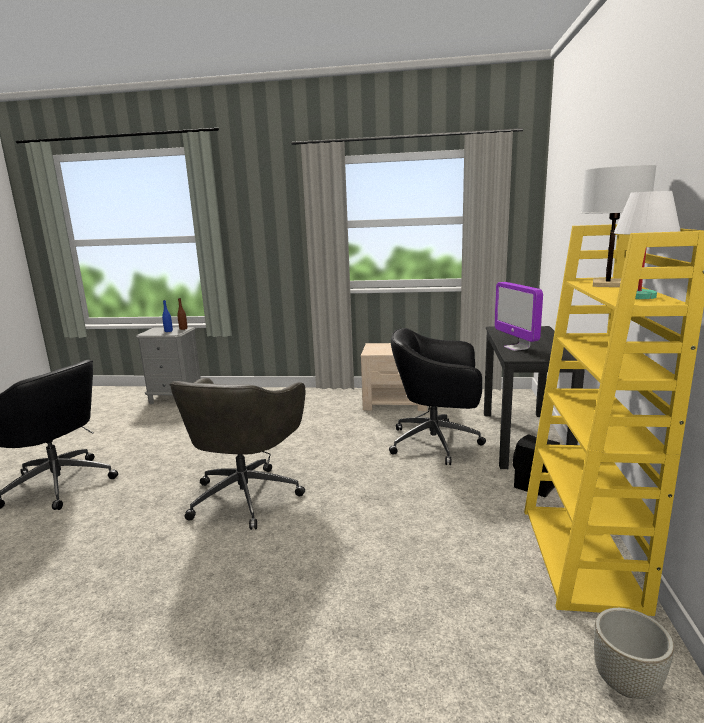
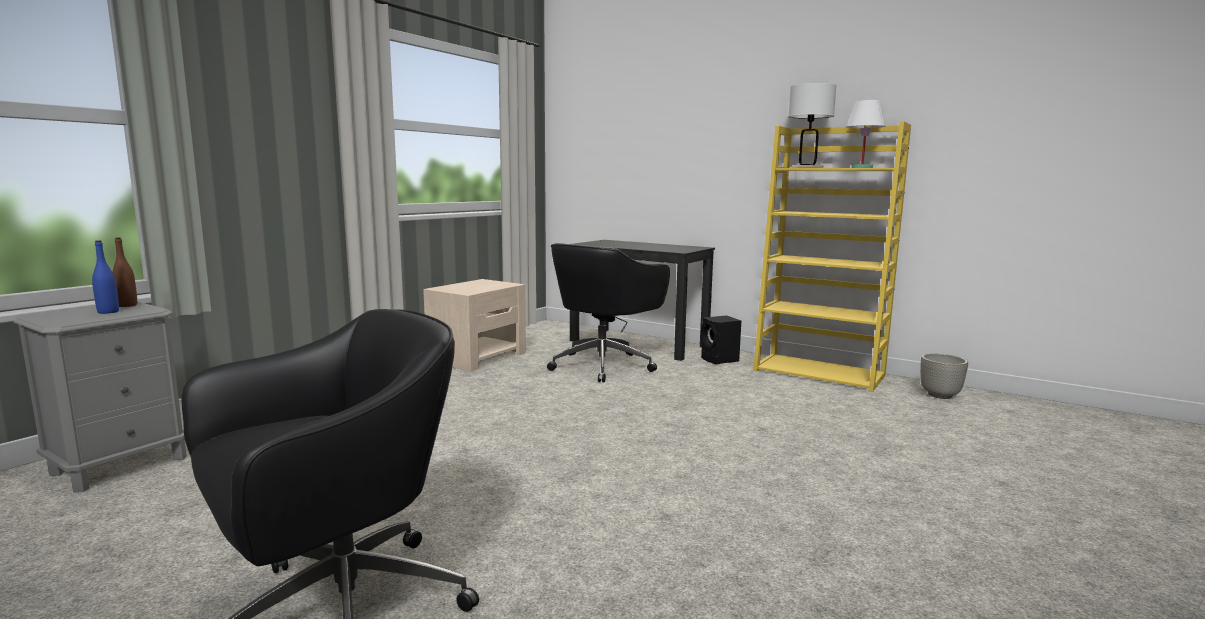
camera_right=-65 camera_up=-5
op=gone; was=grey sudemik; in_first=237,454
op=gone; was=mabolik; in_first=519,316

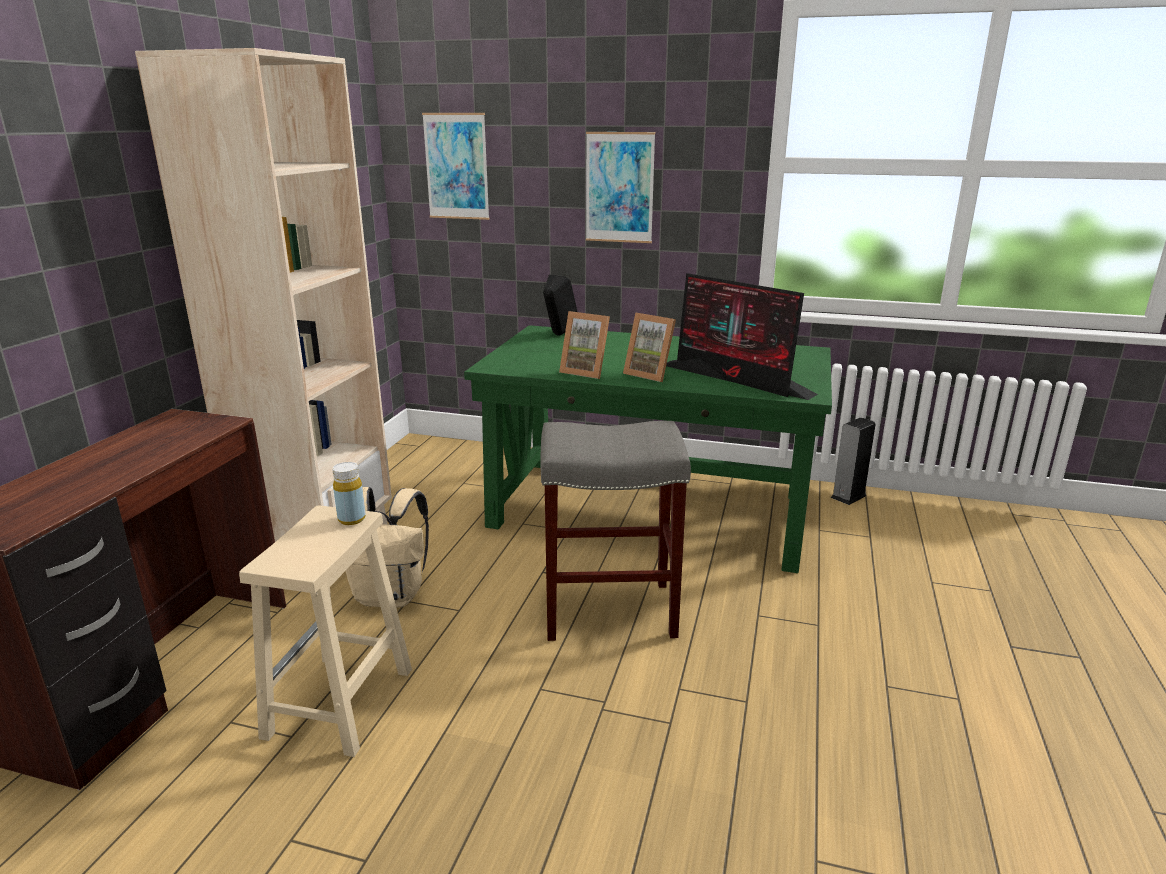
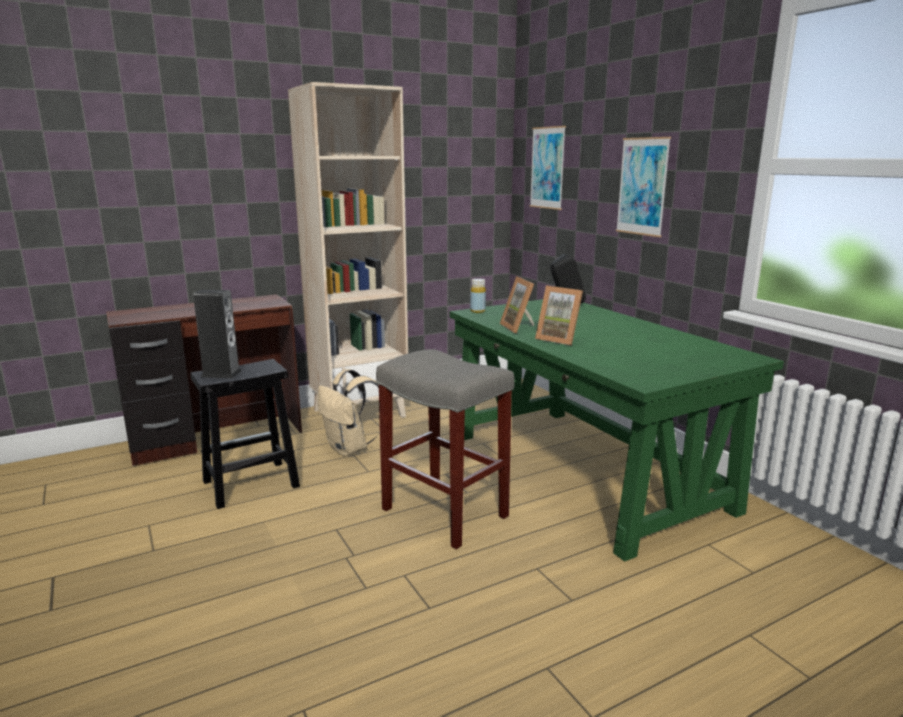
camera_right=45 camera_up=-5
op=repainted; was=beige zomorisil; now=black zomorisil; in_first=325,631; in_second=245,434
op=shifted; was=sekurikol; in_first=853,461; in_second=217,334
op=shifted; was=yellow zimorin; in_first=349,493; in_second=478,296
op=rotated; was=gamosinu; in_first=649,347; in_second=559,316; clockwise=-45
op=gone; was=mabolik; in_first=742,336

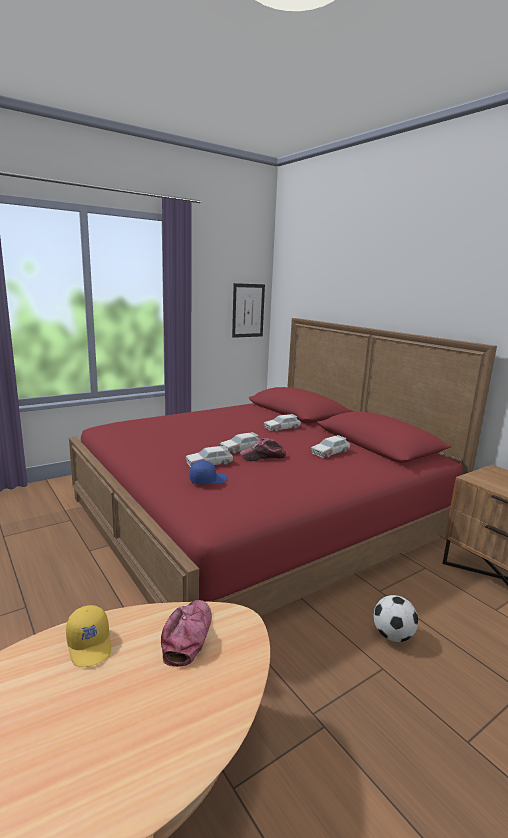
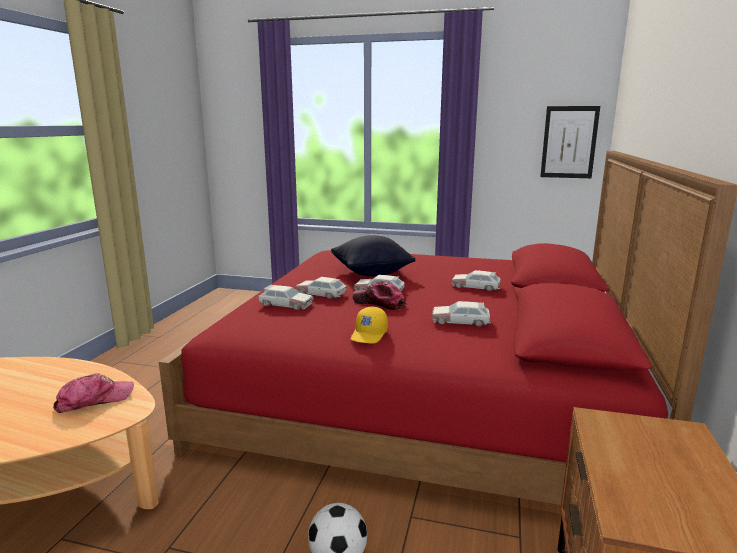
camera_right=50 camera_up=0
op=swapped; was=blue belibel; now=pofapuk; in_first=208,472; in_second=286,297
op=new; now=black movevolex; in_second=373,255
op=shifted; was=yellow belibel; in_first=88,636; in_second=369,325

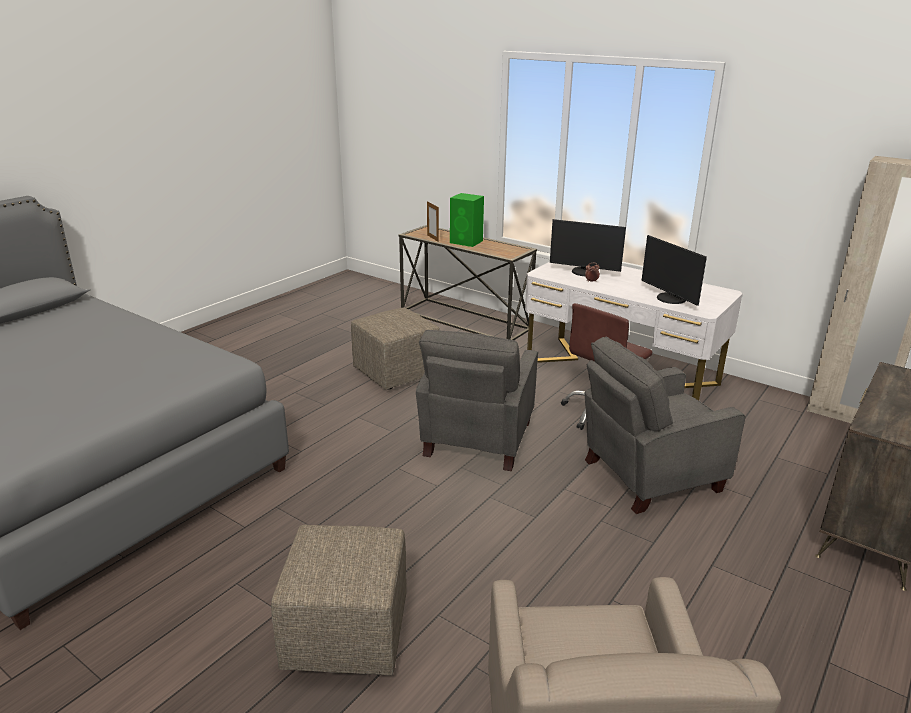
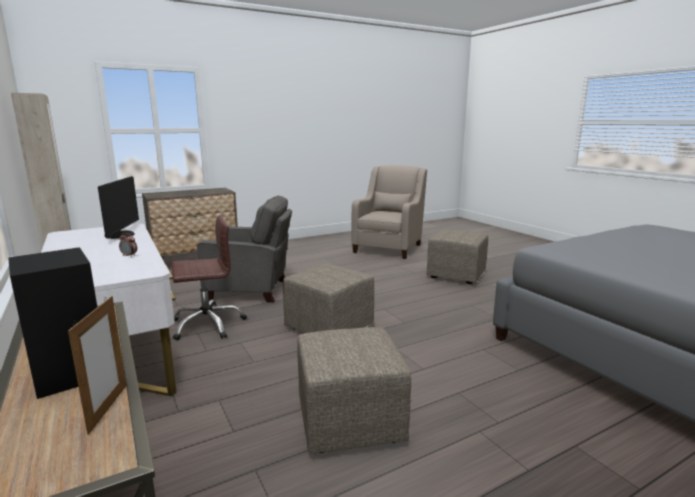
camera_right=-155 camera_up=-10
op=repainted; was=green sekurikol; now=black sekurikol; in_first=467,220; in_second=52,323
op=swapped; was=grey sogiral; now=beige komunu; in_first=477,400; in_second=328,298
op=gone; was=mabolik; in_first=588,247

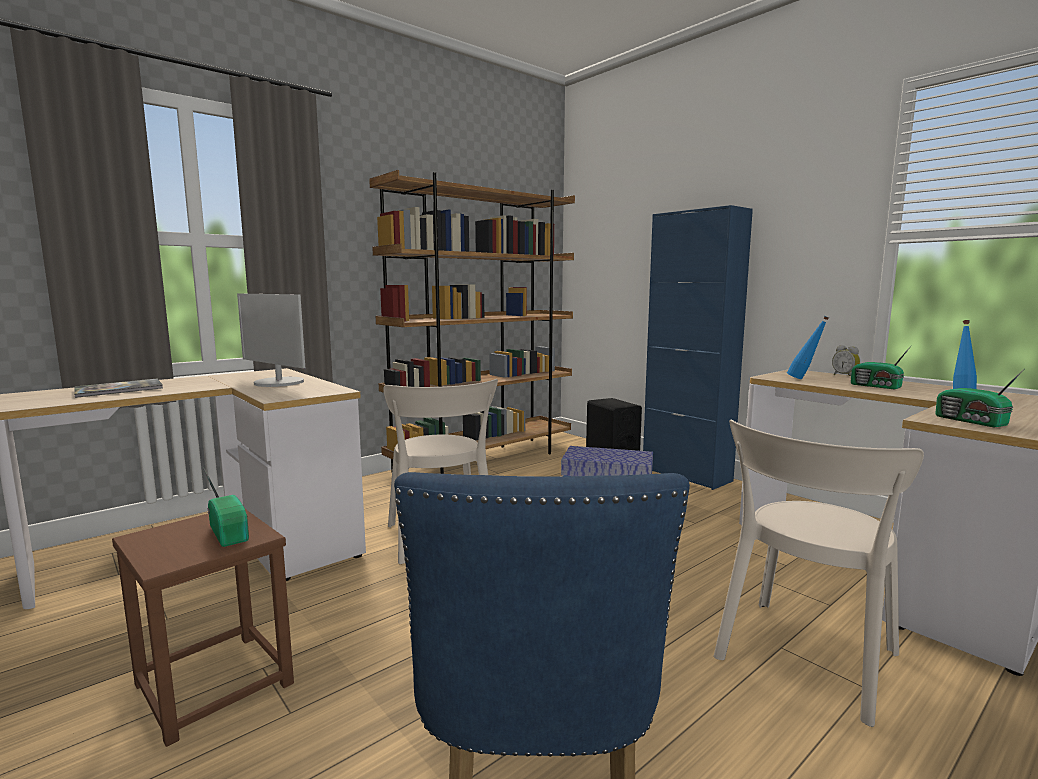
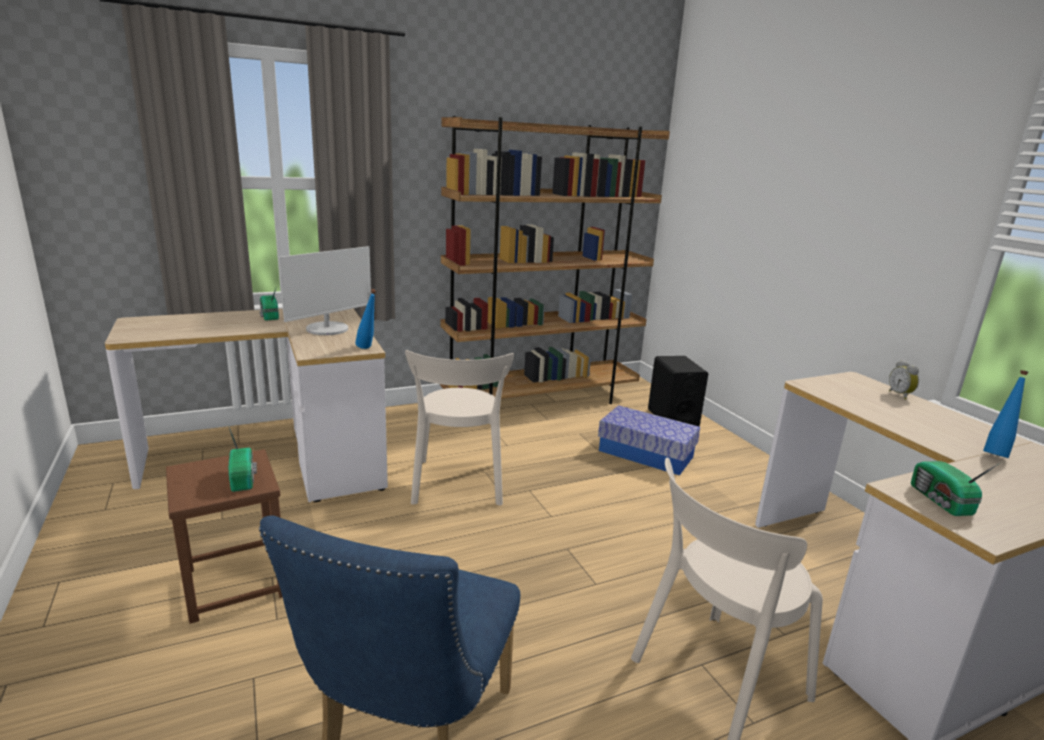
camera_right=15 camera_up=10
op=shifted; was=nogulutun; in_first=881,367; in_second=269,303
op=rotated; was=mabolik; in_first=271,340; in_second=324,290; clockwise=-105
op=shifted; was=blue zimorin; in_first=808,347; in_second=365,319
op=gone; was=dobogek; in_first=118,388
op=gone; was=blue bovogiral; in_first=698,347

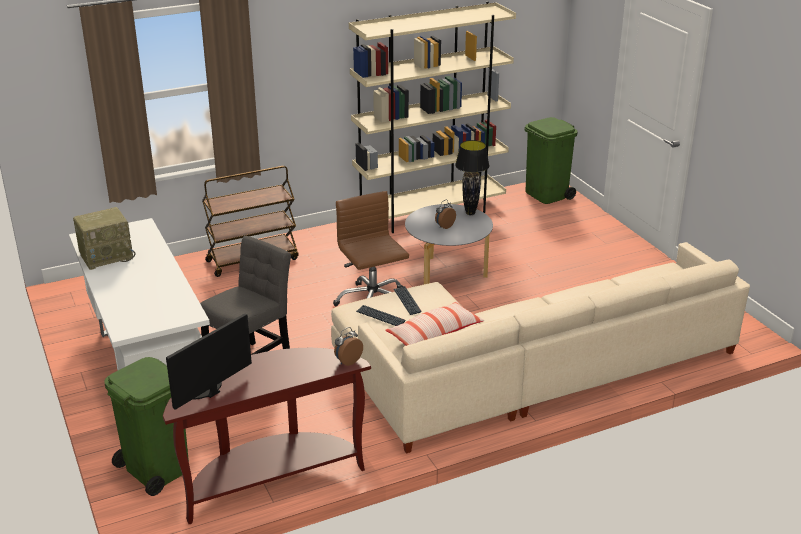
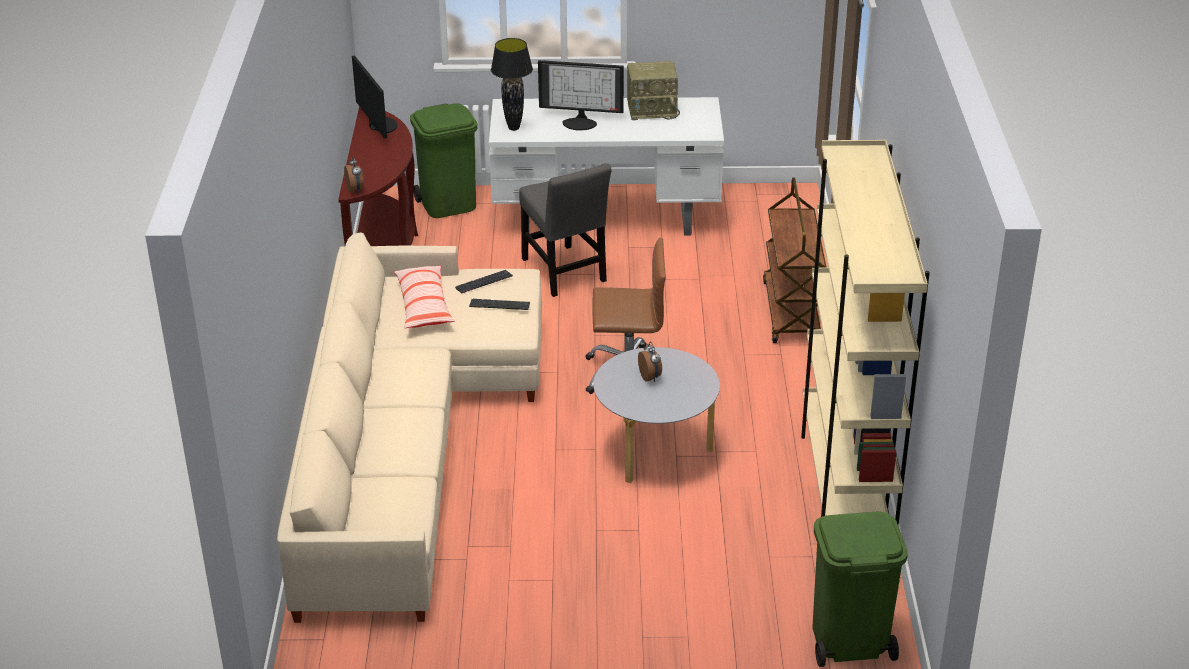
camera_right=115 camera_up=5
op=shifted; was=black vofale; in_first=472,177; in_second=512,84
op=new; now=mabolik; in_second=581,95
op=rotated; was=nogulutun; in_first=104,238; in_second=653,91; clockwise=-90

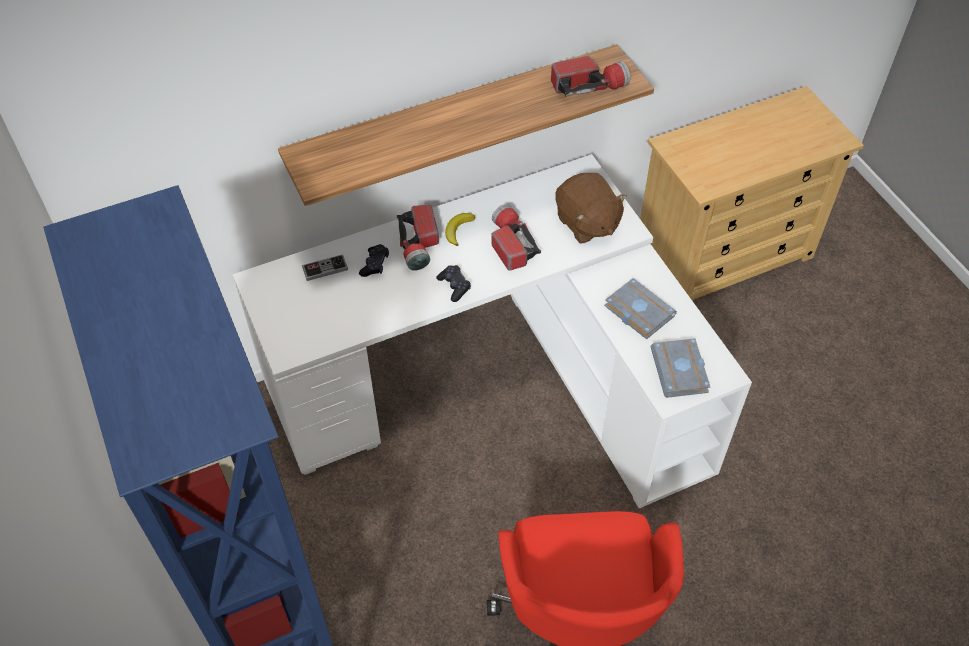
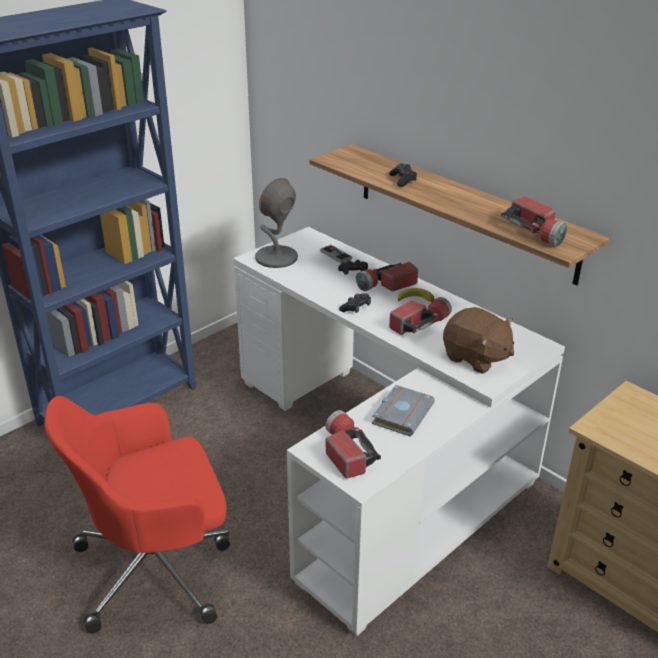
camera_right=70 camera_up=-20
op=new; now=grey vofale; in_second=276,223
op=swapped; was=grey dobogek; now=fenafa; in_first=680,368; in_second=353,444
op=new; now=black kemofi; in_second=403,175
op=rotated; was=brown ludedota; in_first=591,208; in_second=478,340; clockwise=-90

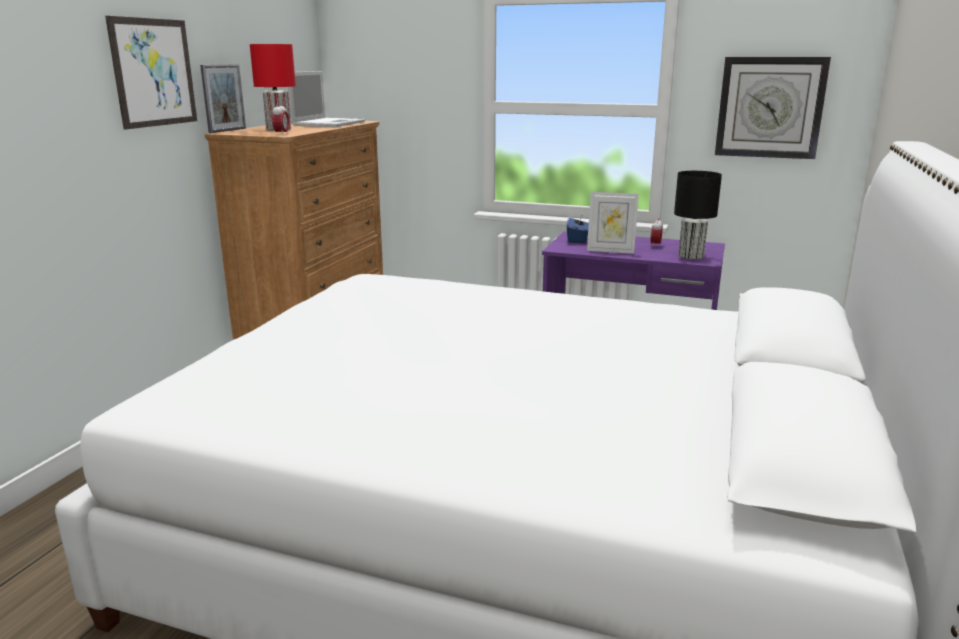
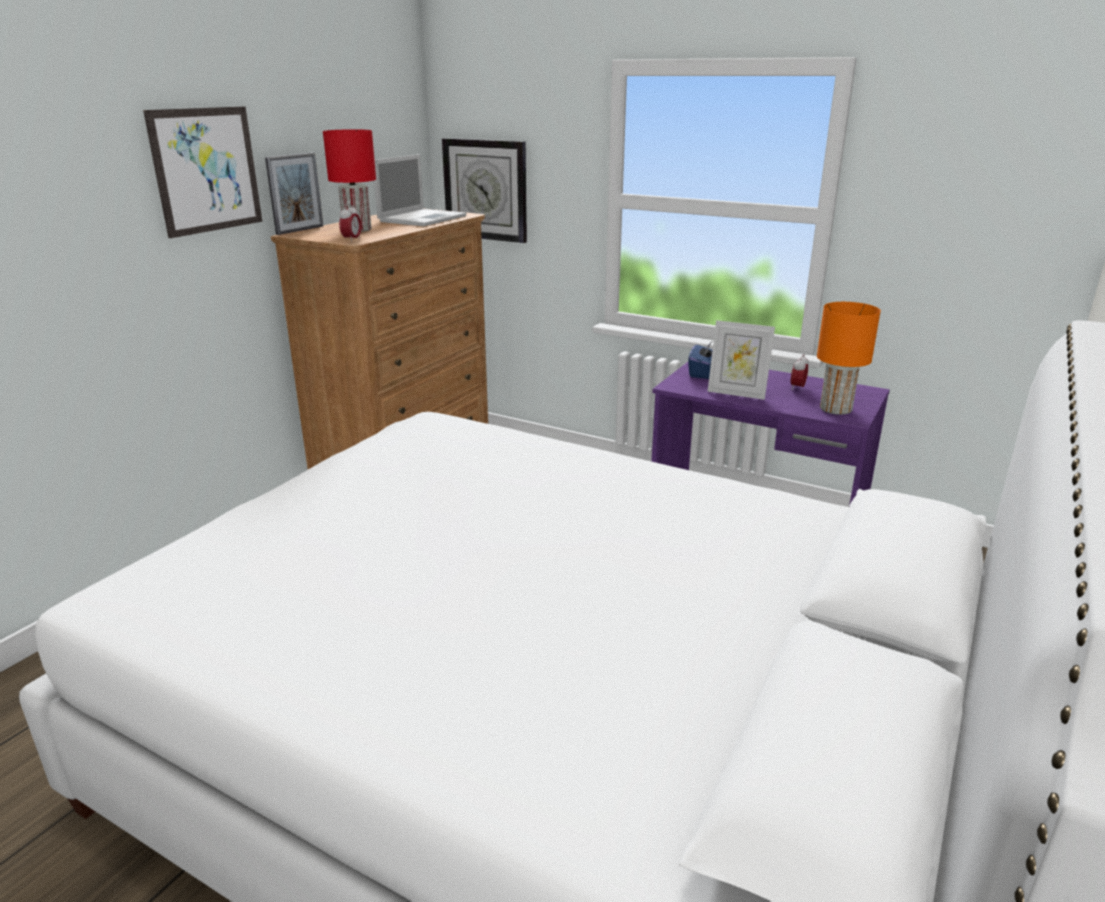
camera_right=10 camera_up=5
op=shifted; was=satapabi; in_first=773,108; in_second=484,190
op=repainted; was=black vofale; now=orange vofale; in_first=698,215; in_second=849,358

